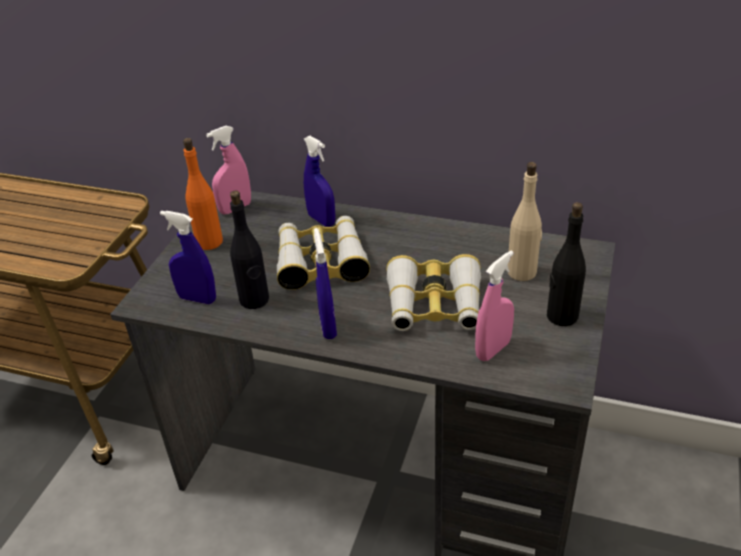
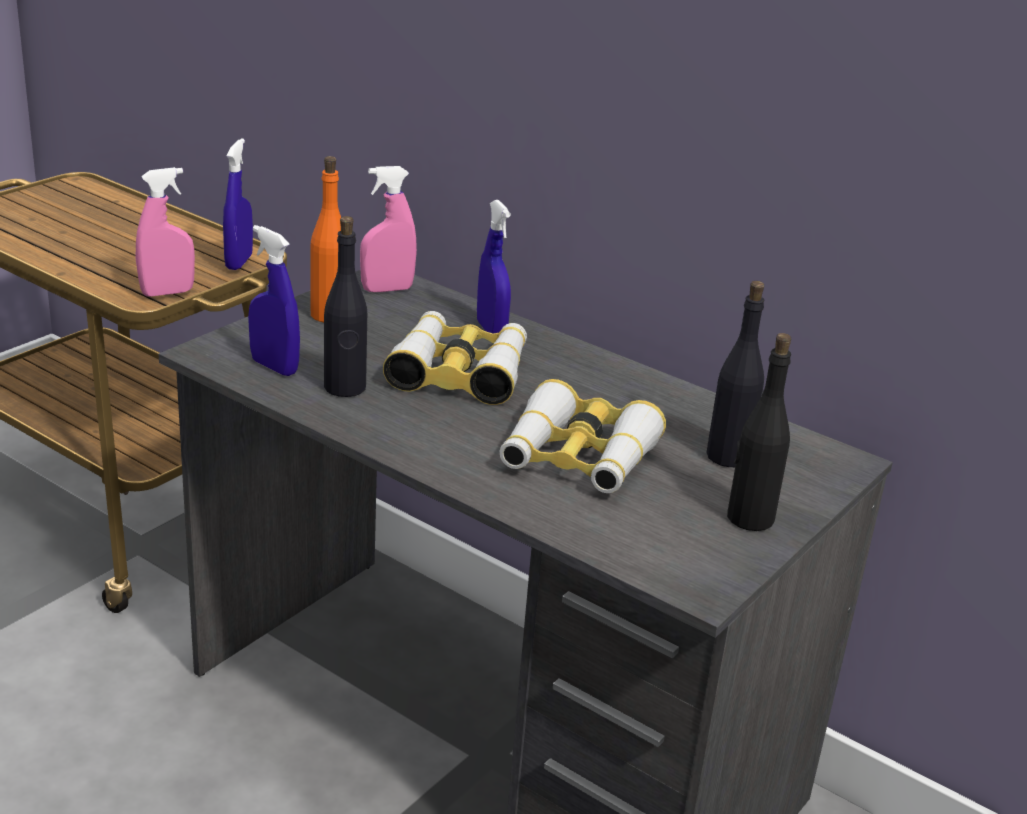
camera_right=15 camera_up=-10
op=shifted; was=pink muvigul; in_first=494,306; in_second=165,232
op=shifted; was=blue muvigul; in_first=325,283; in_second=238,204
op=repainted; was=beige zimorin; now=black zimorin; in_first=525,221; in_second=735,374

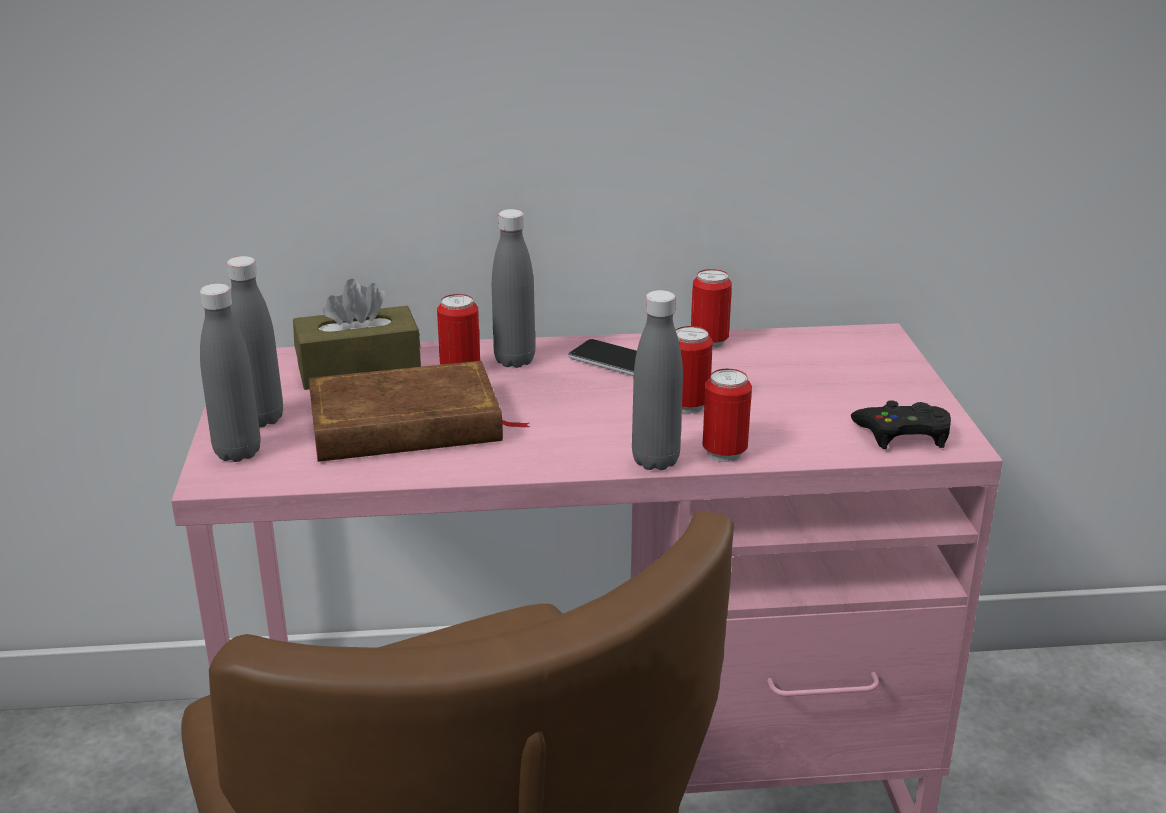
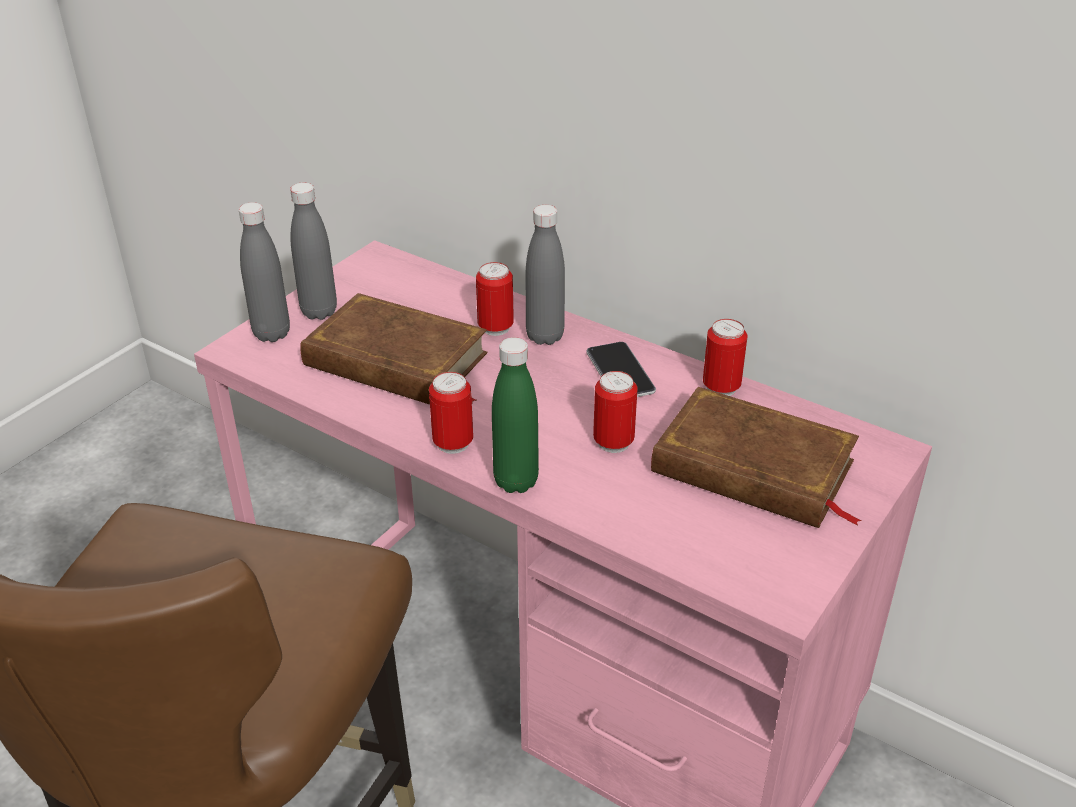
camera_right=40 camera_up=10
op=shifted; was=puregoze; in_first=727,415; in_second=451,413
op=repainted; was=grey zimorin; now=green zimorin; in_first=657,380; in_second=515,415
op=new; now=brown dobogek; in_second=756,457
op=gone; was=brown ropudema; in_first=357,334
op=gone; was=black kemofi; in_first=901,425

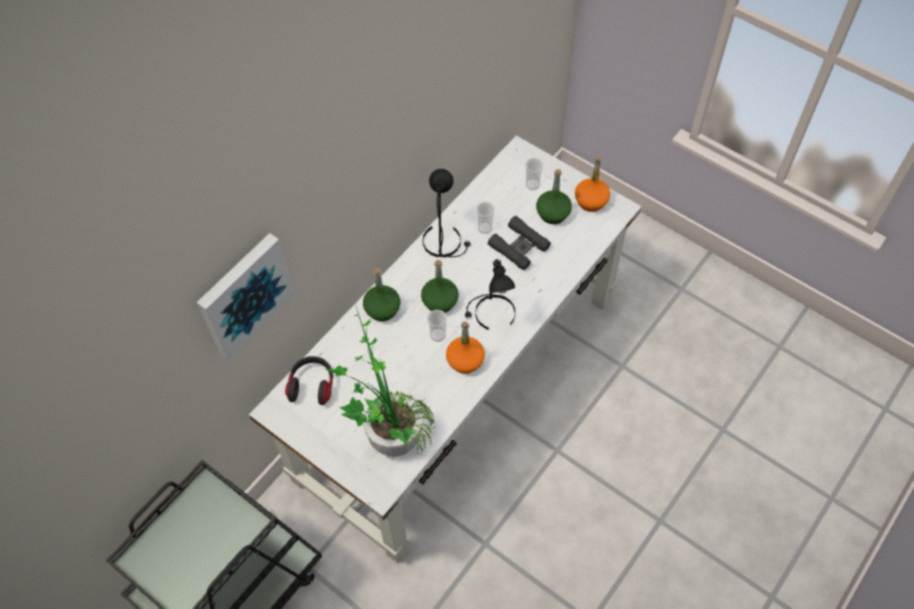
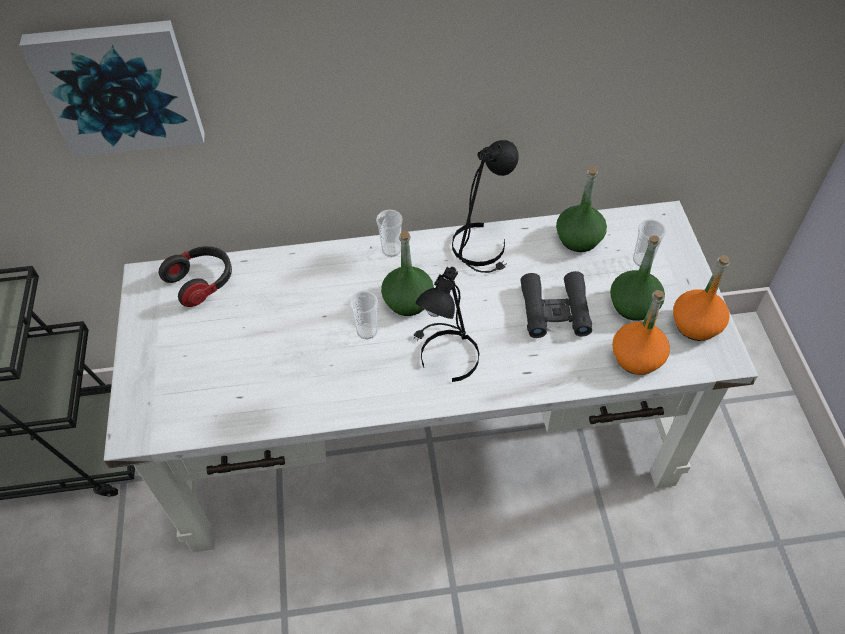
camera_right=45 camera_up=-5
op=shifted; was=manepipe; in_first=485,218; in_second=389,233
op=shifted; was=green zimorin; in_first=381,294; in_second=581,209
op=shifted; was=orange zimorin; in_first=465,347; in_second=641,332
op=gone; was=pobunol; in_first=381,380

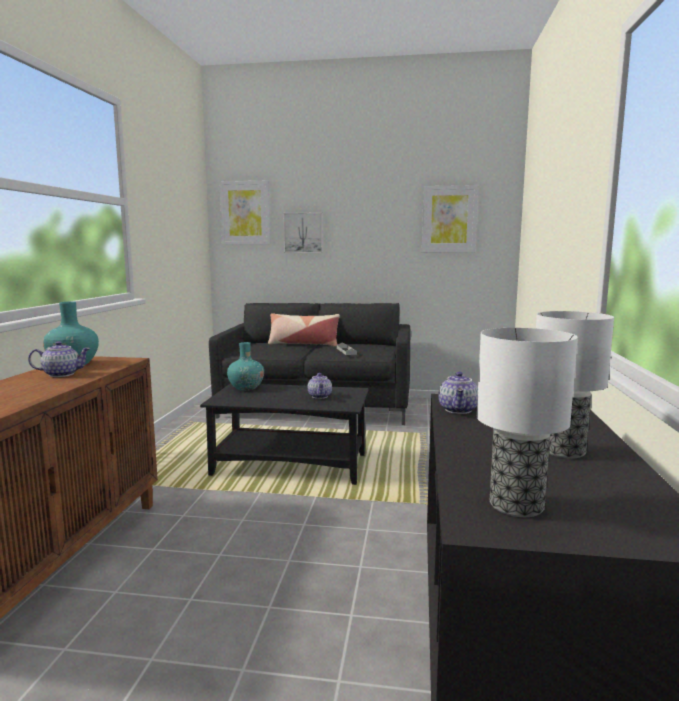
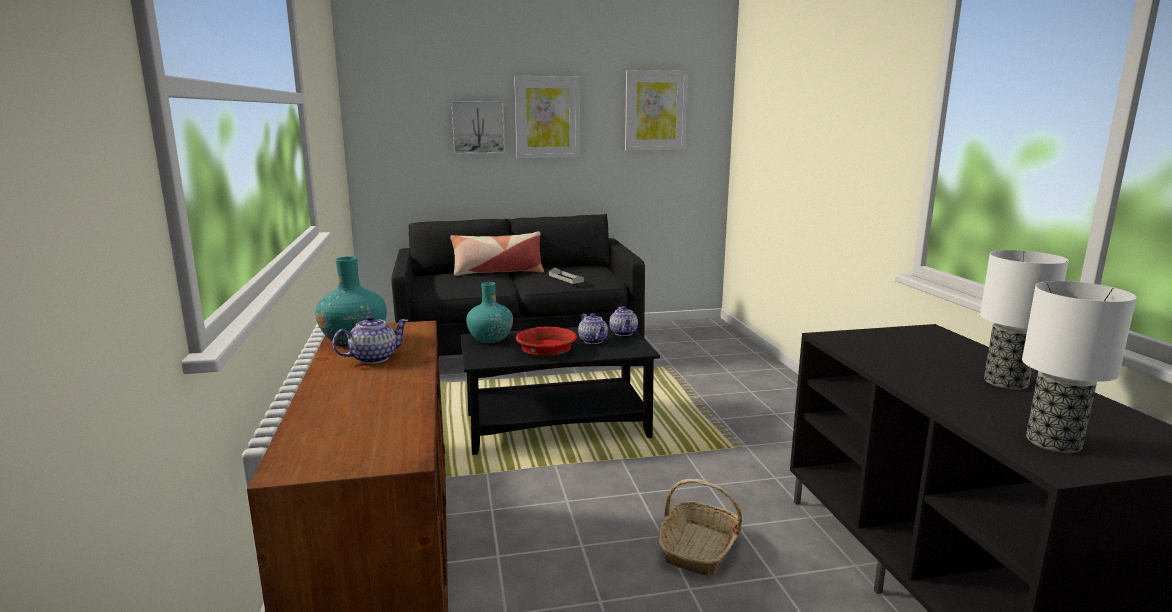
camera_right=-20 camera_up=5
op=shifted; was=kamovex; in_first=245,213; in_second=547,117
op=new; now=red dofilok; in_second=546,342
op=shifted; was=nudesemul; in_first=458,393; in_second=623,321
op=new; now=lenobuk; in_second=700,527

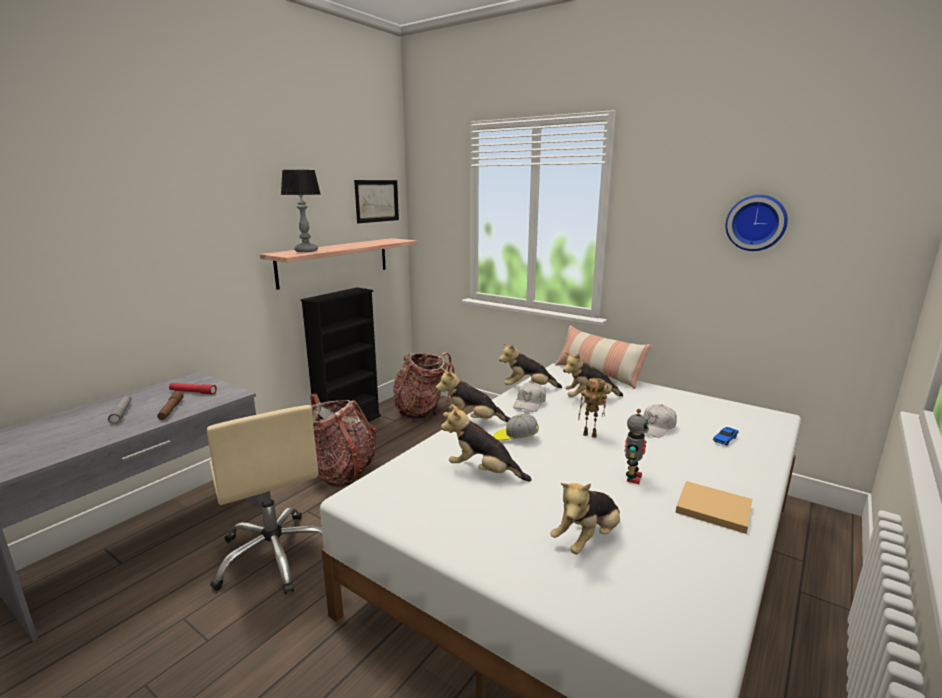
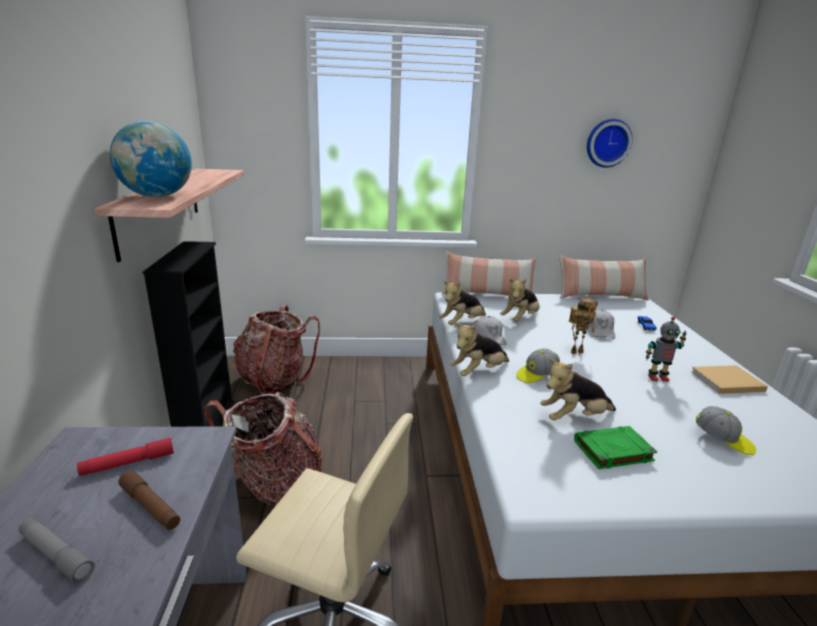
camera_right=-40 camera_up=5
op=swapped; was=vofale; now=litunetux; in_first=301,211; in_second=151,159
op=new; now=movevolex; in_second=604,277
op=new; now=green dobogek; in_second=615,447
op=rotated; was=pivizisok; in_first=636,446; in_second=666,349; clockwise=105
op=swapped; was=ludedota; now=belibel; in_first=585,519; in_second=726,430
op=gone; was=kamovex; in_first=376,201

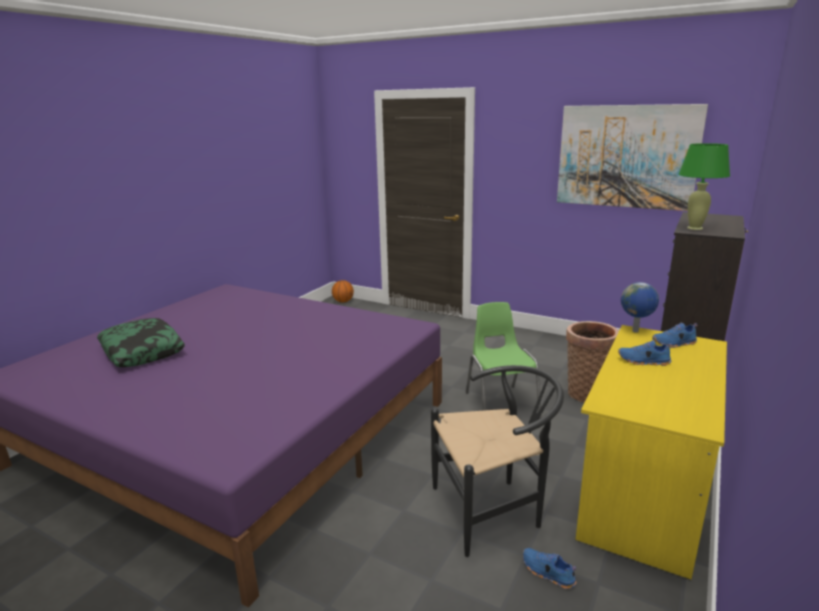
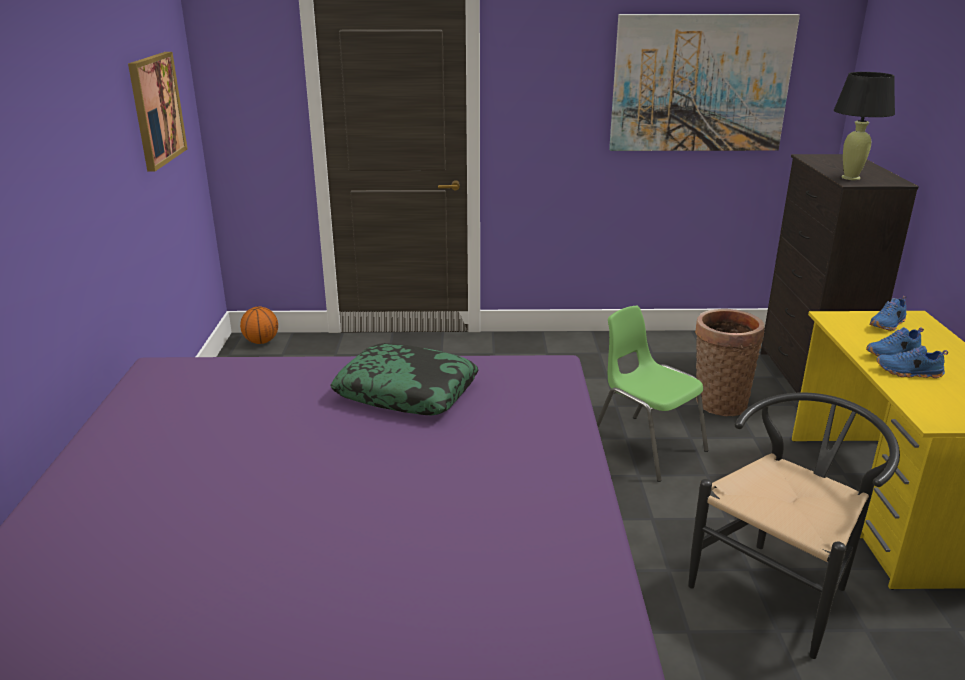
camera_right=-30 camera_up=5
op=new; now=kamovex; in_second=158,112
op=shifted; was=movevolex; in_first=141,342; in_second=404,379
op=repainted; was=green vofale; now=black vofale; in_first=704,186; in_second=864,126
op=shifted; was=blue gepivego; in_first=550,568; in_second=912,362
op=gone; was=litunetux; in_first=640,307

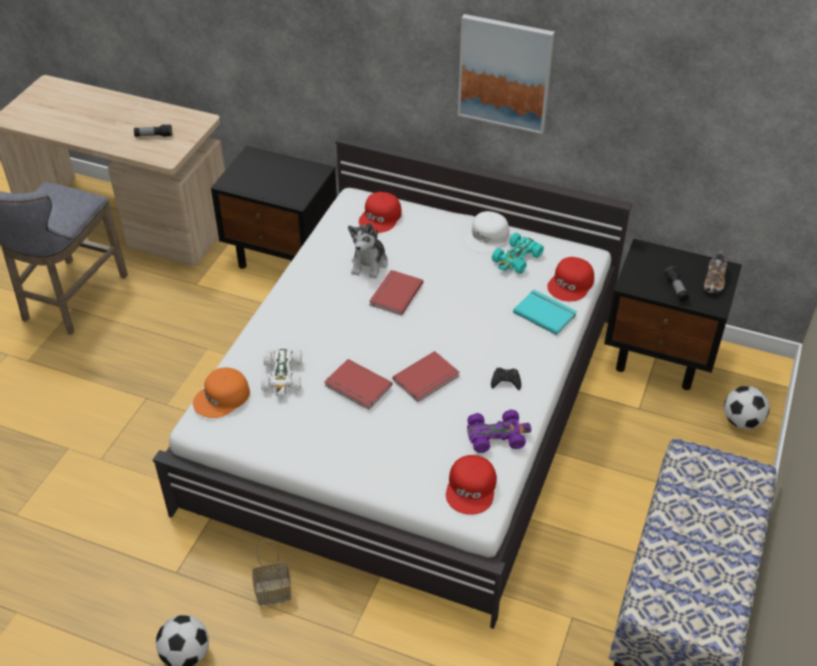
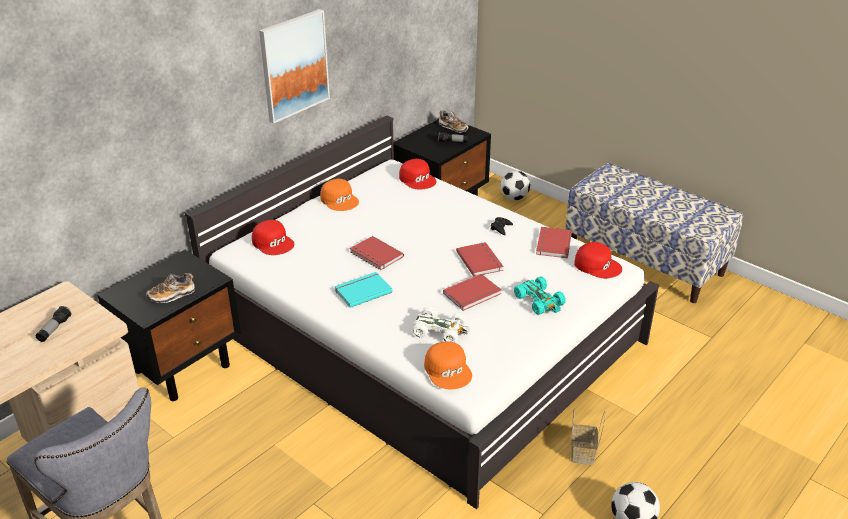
camera_right=-70 camera_up=-10
op=new; now=gepivego; in_second=170,288
op=repainted; was=white belibel; now=orange belibel; in_first=487,232; in_second=339,195
op=shifted; was=turquoise dobogek; in_first=545,312; in_second=363,290
op=shifted; was=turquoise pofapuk; in_first=518,253; in_second=540,296
op=swapped; was=purple pofapuk; now=red dobogek; in_first=499,431; in_second=554,242
op=gone; was=ludedota; in_first=368,251

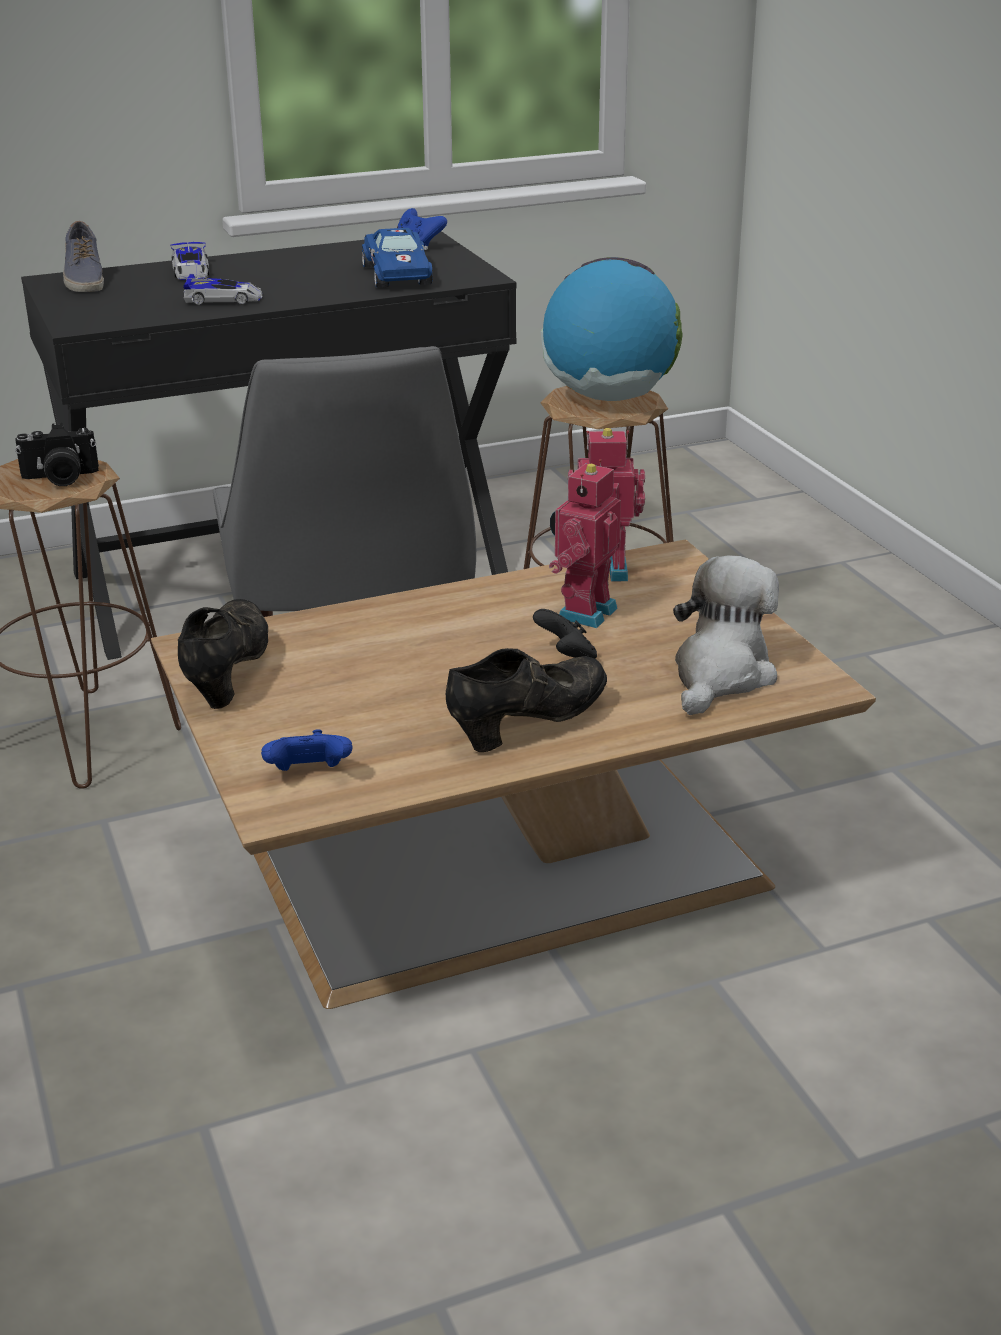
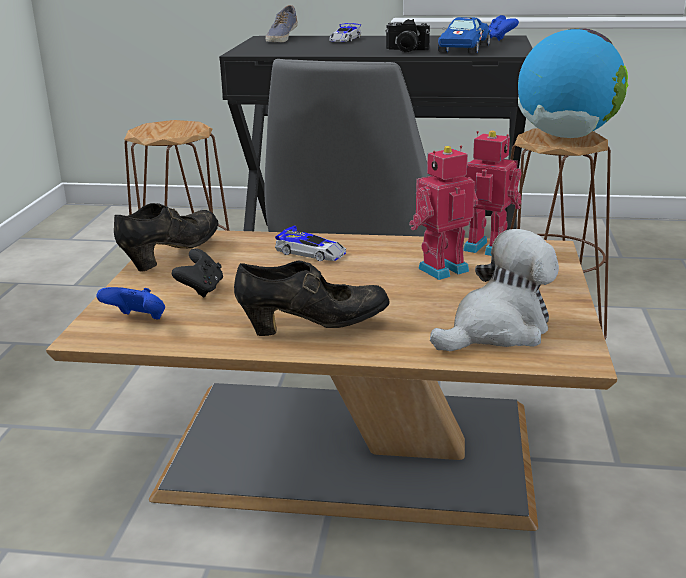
camera_right=30 camera_up=-5
op=shifted; was=black kemofi; in_first=565,633; in_second=197,272
op=shifted; was=pofapuk; in_first=222,289; in_second=310,243
op=shifted; was=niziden; in_first=57,454; in_second=407,35

